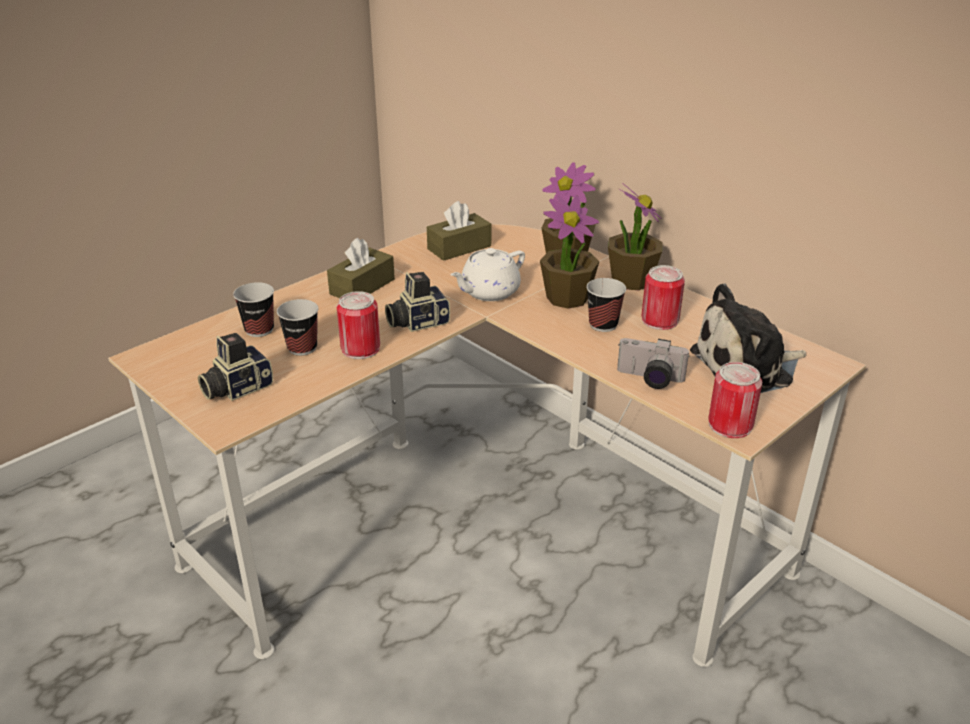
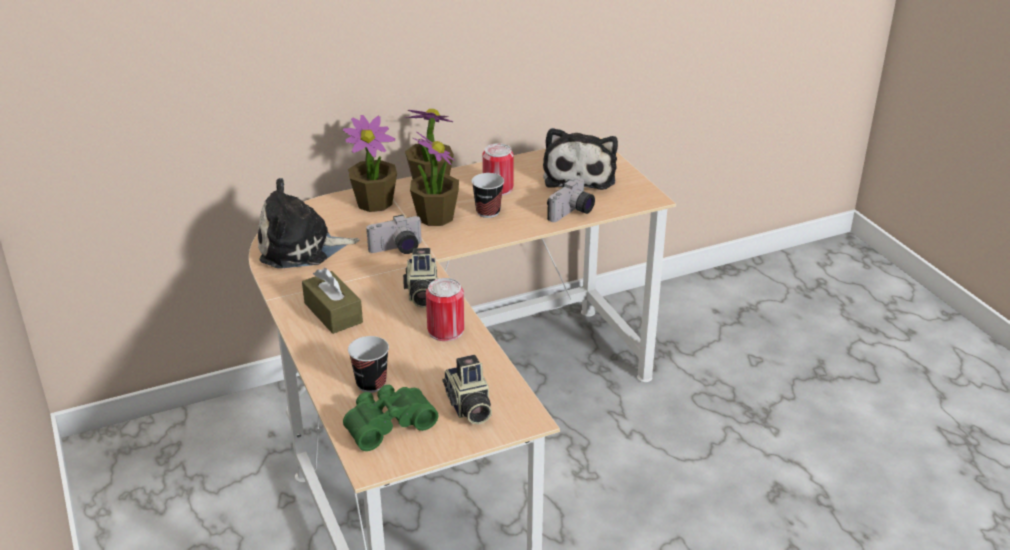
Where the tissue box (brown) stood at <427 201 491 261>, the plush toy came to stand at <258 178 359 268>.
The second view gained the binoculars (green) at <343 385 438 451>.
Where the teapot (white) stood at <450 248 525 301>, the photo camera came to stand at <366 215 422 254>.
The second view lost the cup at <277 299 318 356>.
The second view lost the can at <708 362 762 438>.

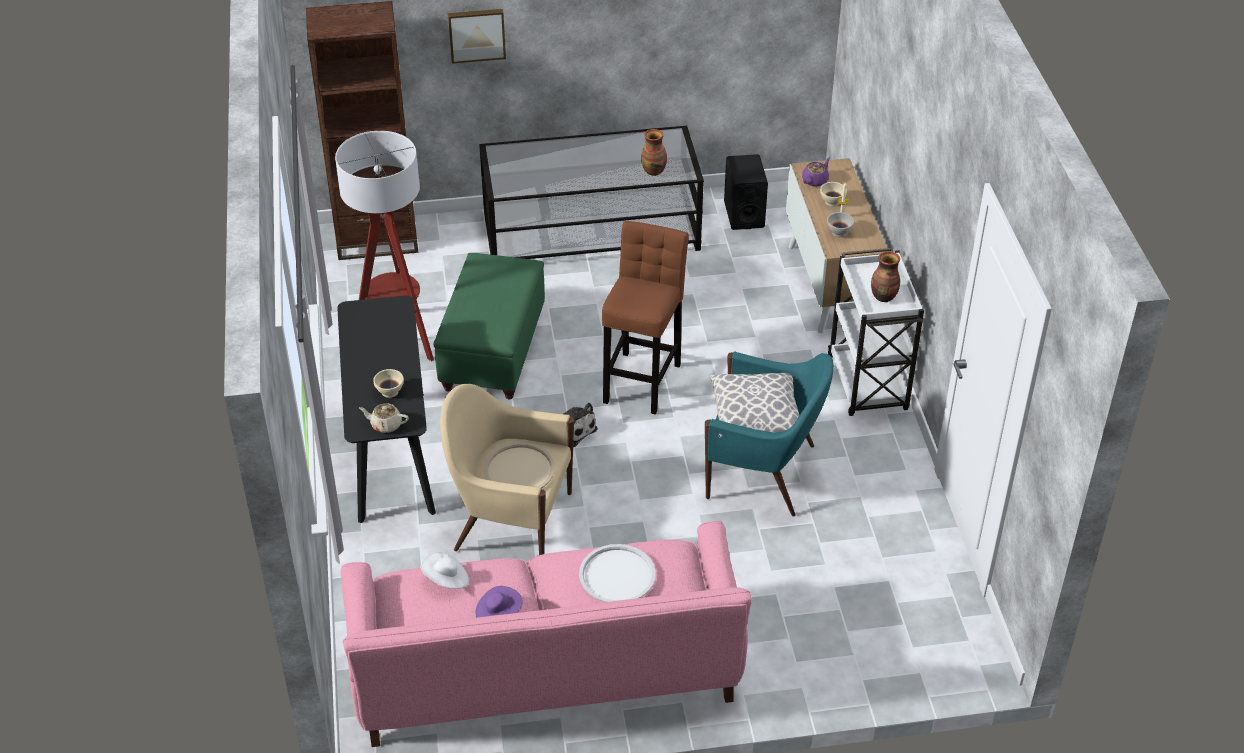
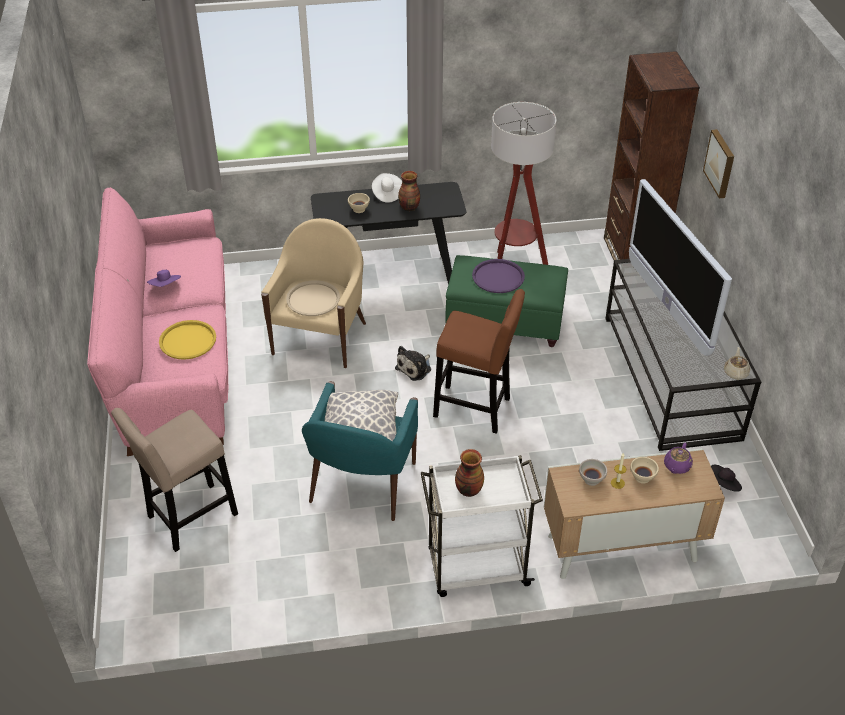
The second view gained the stool (beige) at <111 408 238 552>.
What was the tray (white) at <579 544 656 602> turned into the tray (yellow) at <159 320 216 360>.
The hat (white) ended up elsewhere, having gone from <421 552 469 589> to <372 173 402 203>.
The vase ended up elsewhere, having gone from <641 129 667 176> to <398 171 420 211>.
The second view gained the tray (purple) at <472 259 525 293>.
The second view gained the television at <629 179 732 356>.
The teapot (purple) at <802 157 830 187> ended up facing another way, 75 degrees clockwise from before.
Where the speaker (black) stood at <724 154 768 230>, the hat (black) came to stand at <711 464 742 492>.
The teapot (beige) ended up elsewhere, having gone from <359 403 409 433> to <724 347 750 380>.

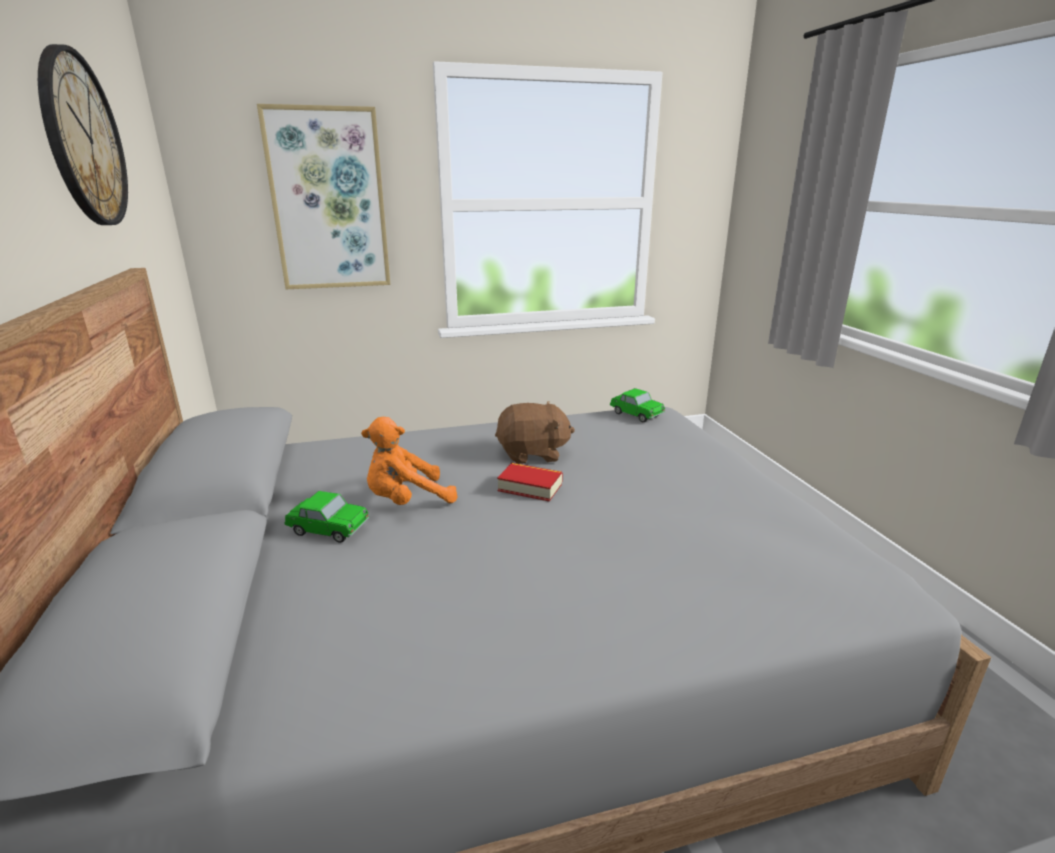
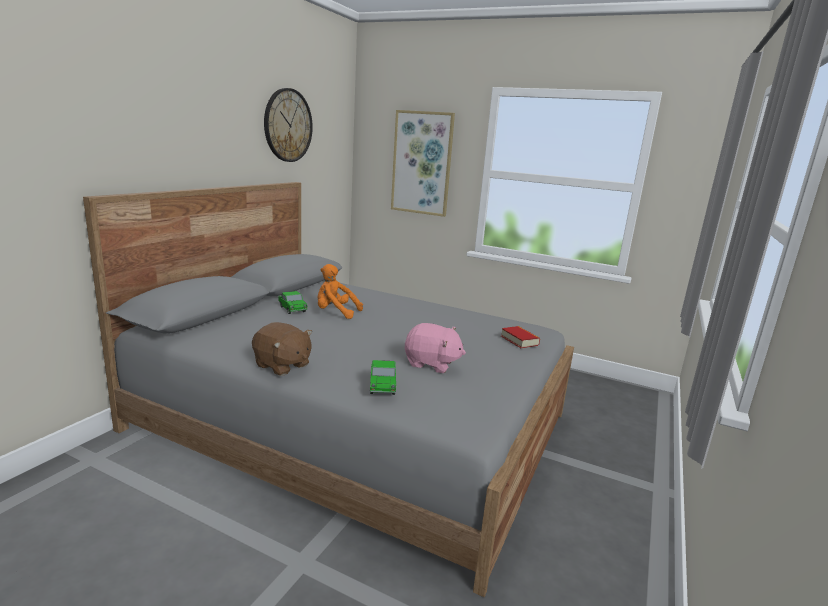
The plush toy (brown) ended up elsewhere, having gone from <495 401 575 464> to <252 322 312 376>.
The toy car ended up elsewhere, having gone from <610 388 665 422> to <370 360 396 395>.
The second view gained the plush toy (pink) at <405 323 466 373>.
The book ended up elsewhere, having gone from <497 463 563 502> to <501 326 540 348>.

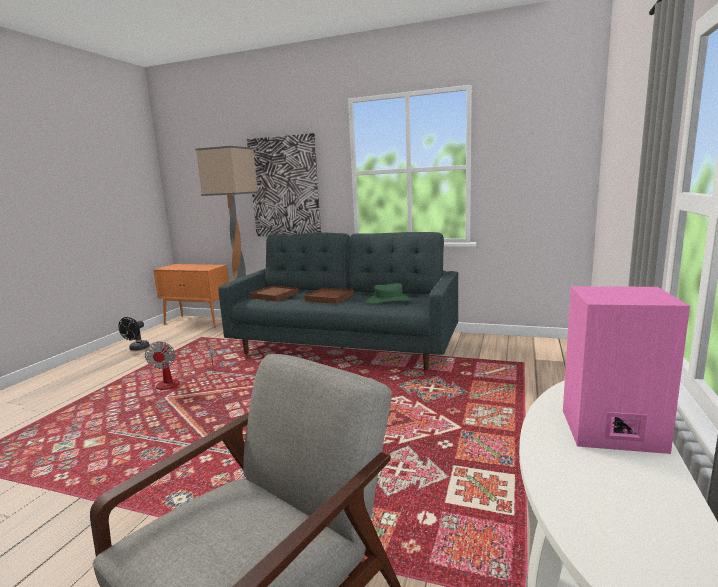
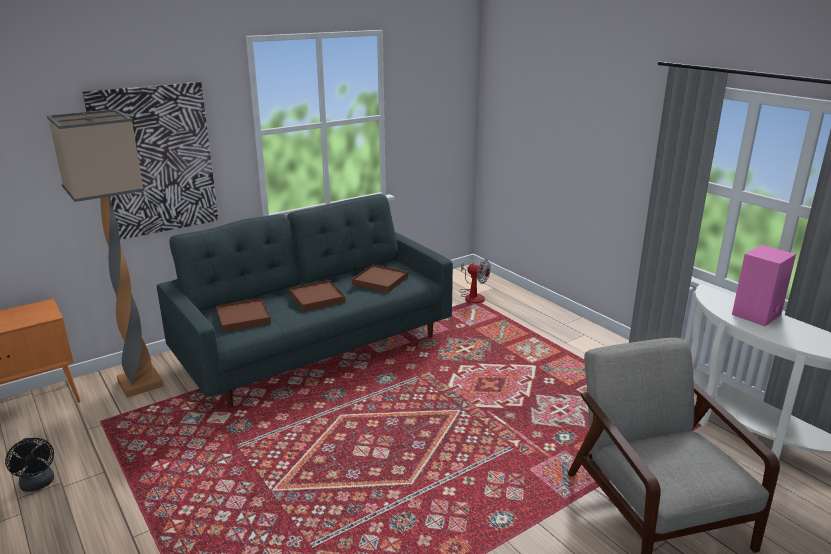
Where the hat (green) stood at <366 283 411 304>, the tray (brown) came to stand at <352 265 408 293>.
The fan ended up elsewhere, having gone from <145 341 215 390> to <459 259 491 303>.

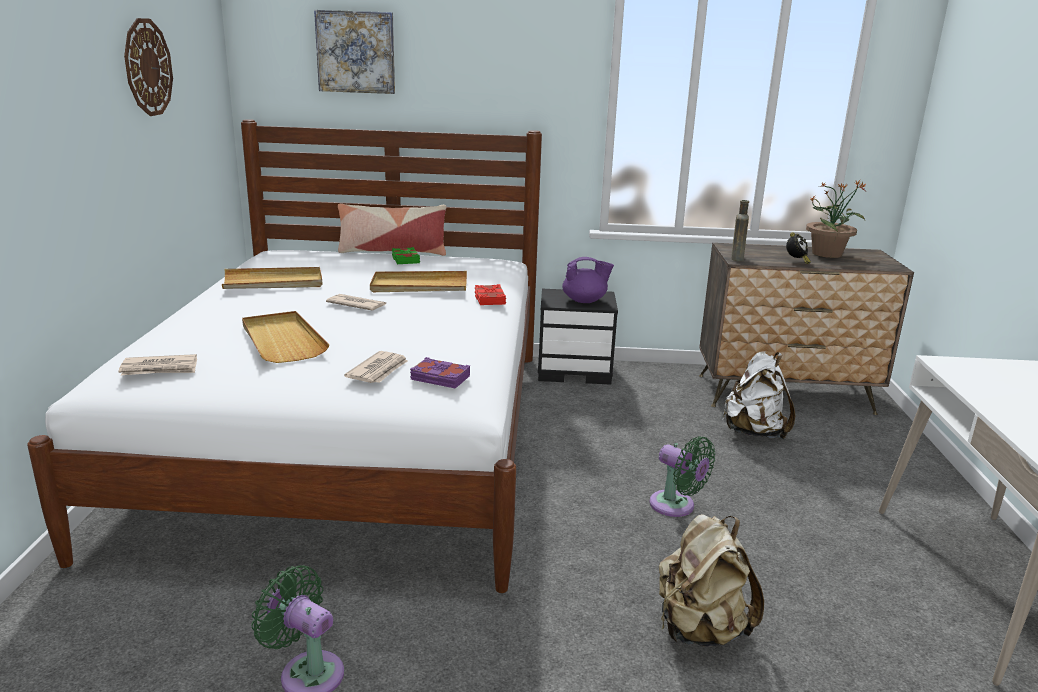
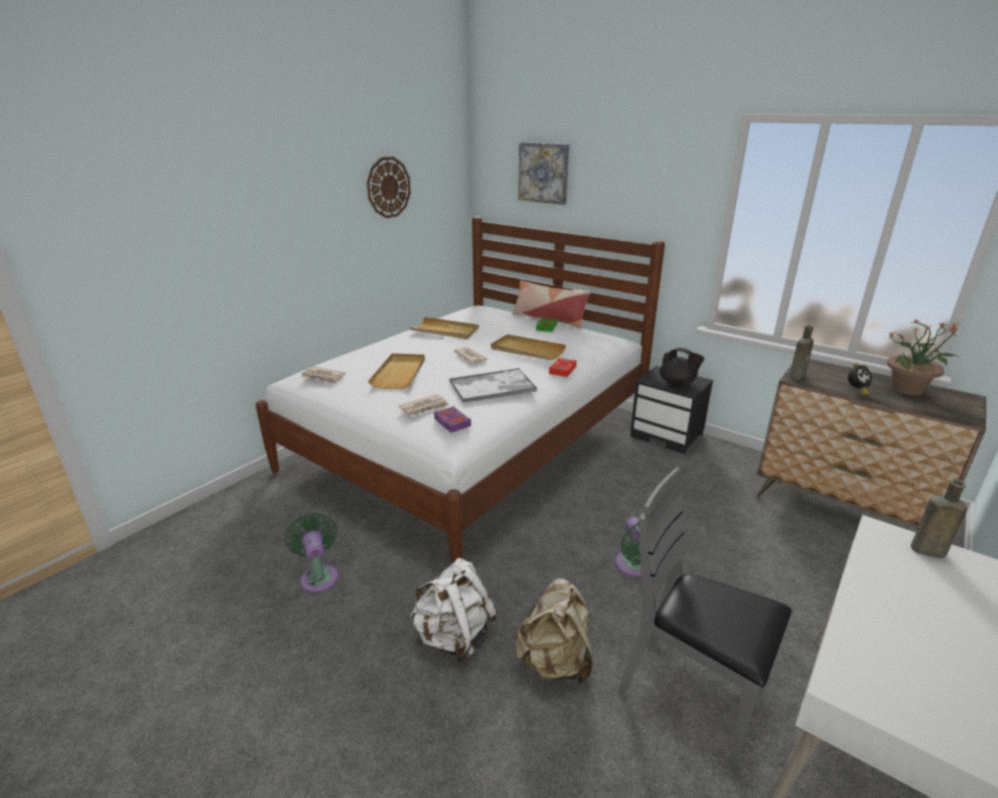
The backpack (white) ended up elsewhere, having gone from <722 352 795 439> to <410 558 498 663>.
The second view gained the tray at <449 368 537 403>.
The second view gained the chair (grey) at <618 468 792 767>.
What was the teapot (purple) at <562 257 614 303> turned into the teapot (black) at <660 348 705 386>.
The second view gained the bottle (brown) at <911 479 968 558>.

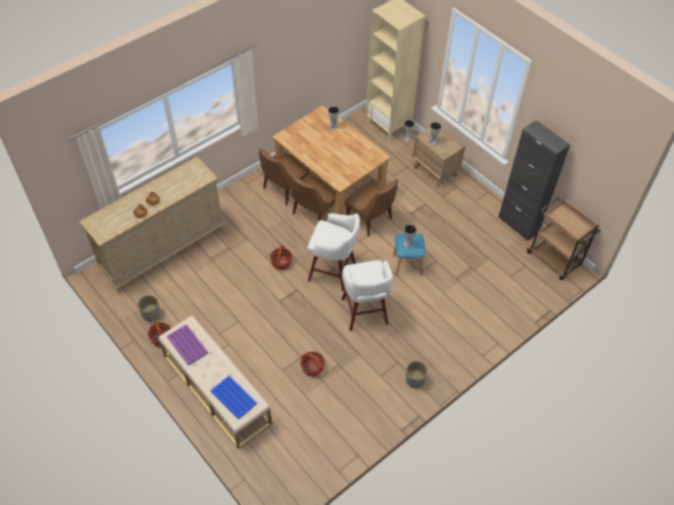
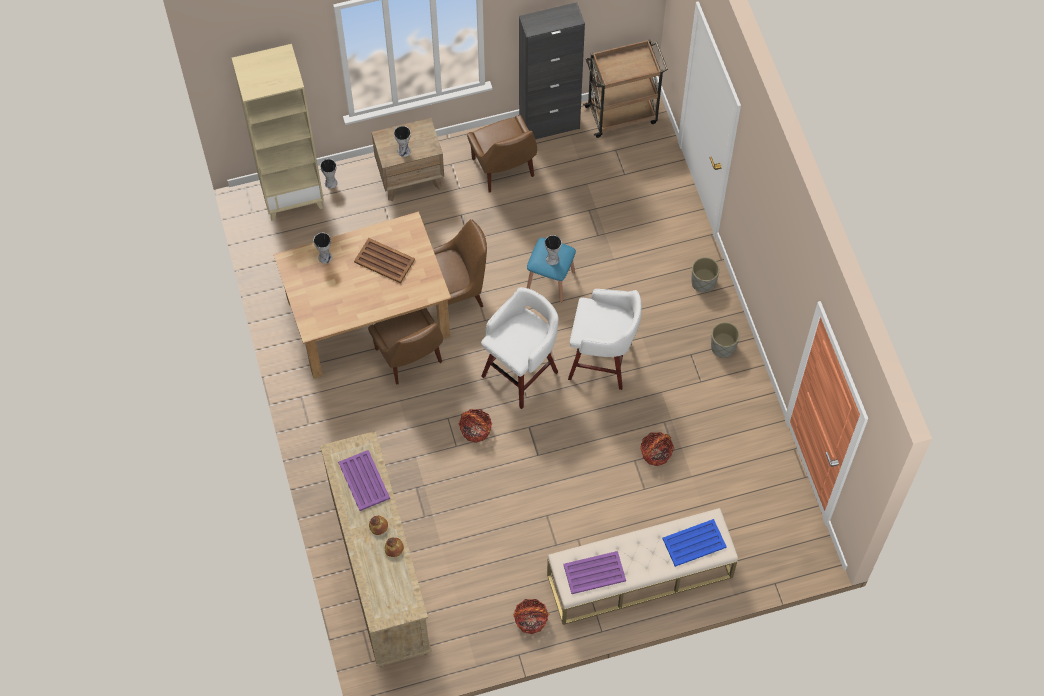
The second view gained the tray (purple) at <338 450 390 511>.
The second view gained the tray (brown) at <354 238 415 283>.
The chair (brown) ended up elsewhere, having gone from <259 148 310 205> to <467 115 537 192>.
The planter (grey) ended up elsewhere, having gone from <138 295 160 322> to <692 257 720 293>.

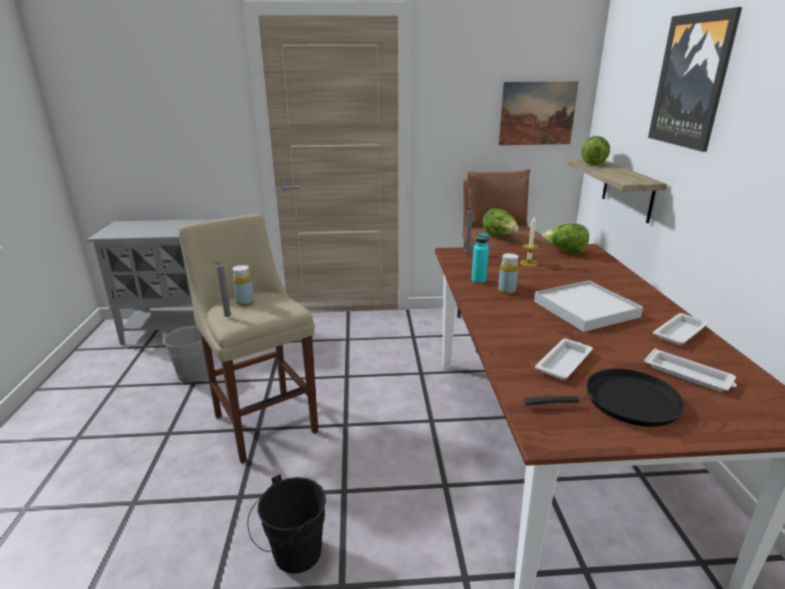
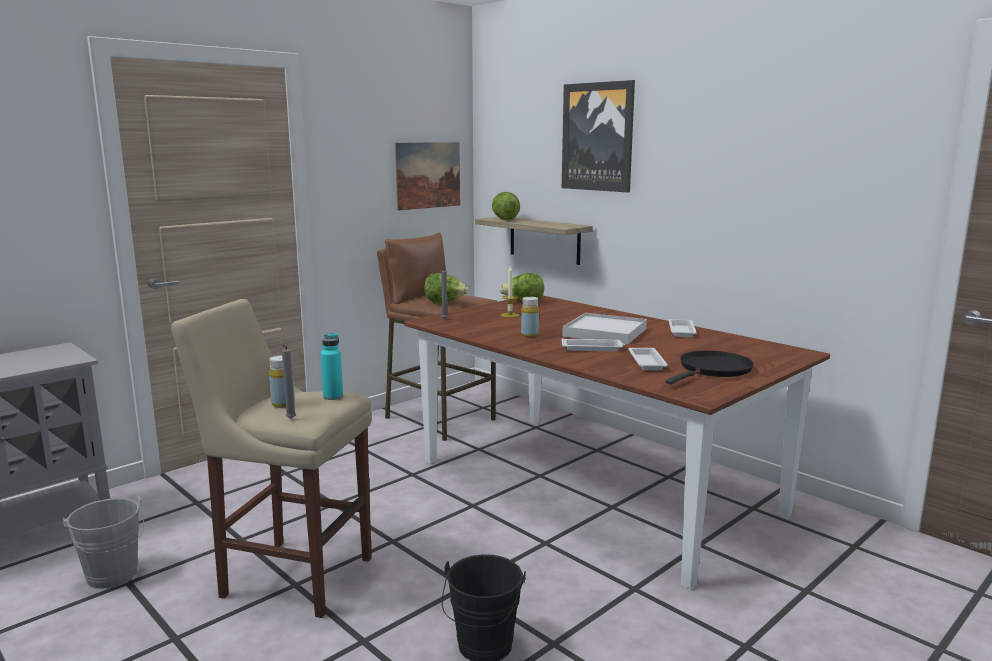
The bottle (turquoise) ended up elsewhere, having gone from <471 233 489 284> to <321 333 343 400>.
The tray (white) ended up elsewhere, having gone from <644 348 737 391> to <561 338 625 351>.

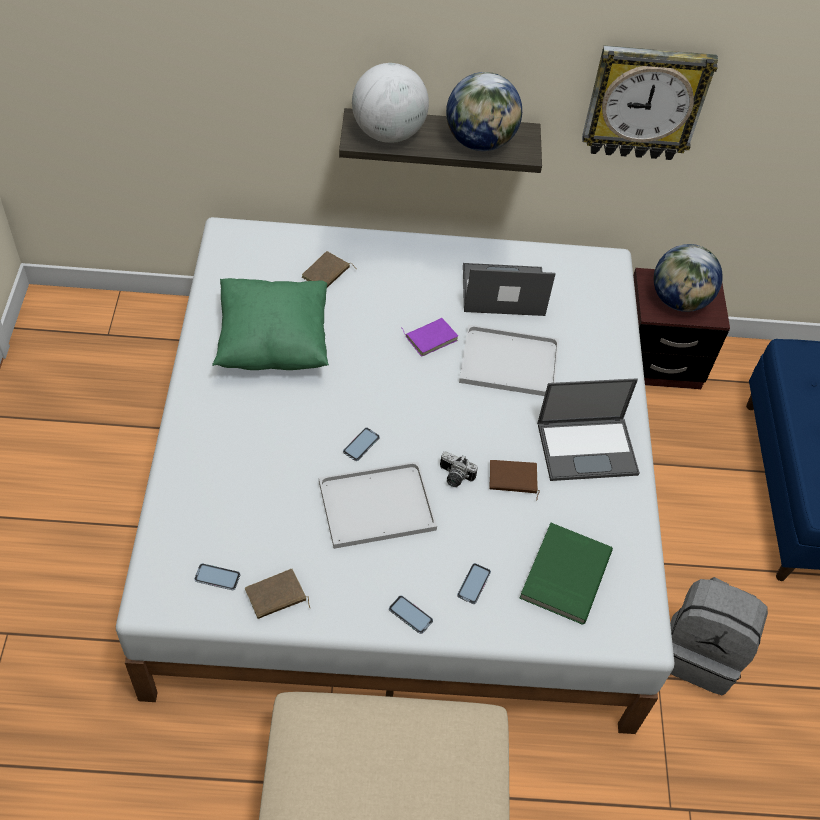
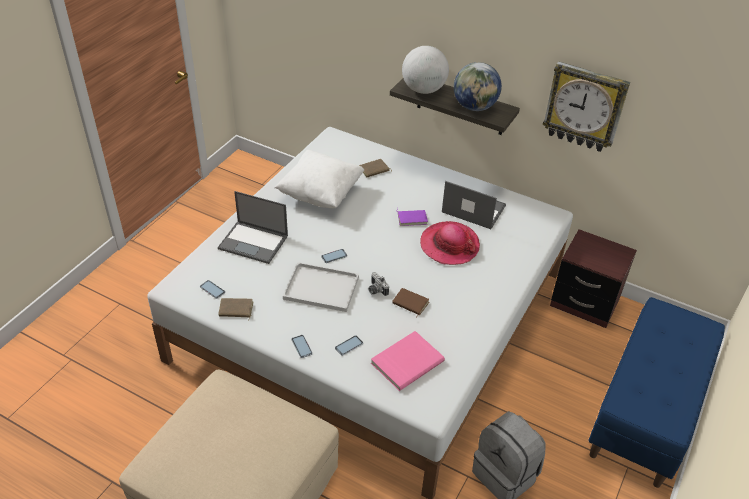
The laptop ended up elsewhere, having gone from <537 378 640 481> to <218 191 288 264>.
What was the pillow (green) at <212 278 329 370> turned into the pillow (white) at <274 150 365 208>.
What was the book (green) at <520 523 613 625> turned into the book (pink) at <371 331 445 391>.
Where the tray (white) stood at <459 325 559 396>, the hat came to stand at <420 221 480 265>.
The second view lost the globe at <654 244 723 312>.

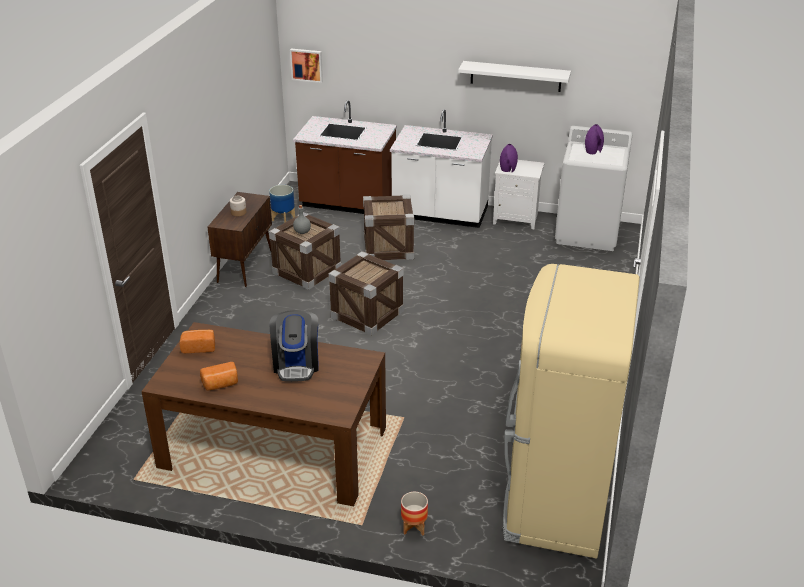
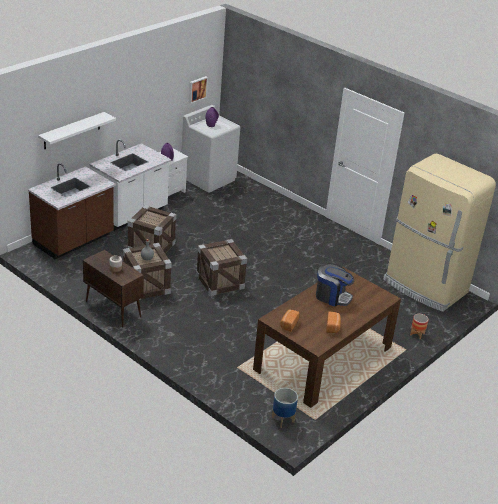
The shelf (white) ended up elsewhere, having gone from <458 61 571 92> to <38 112 116 149>.
The picture ended up elsewhere, having gone from <290 49 323 83> to <189 76 208 104>.
The planter ended up elsewhere, having gone from <269 185 295 223> to <272 388 298 428>.

